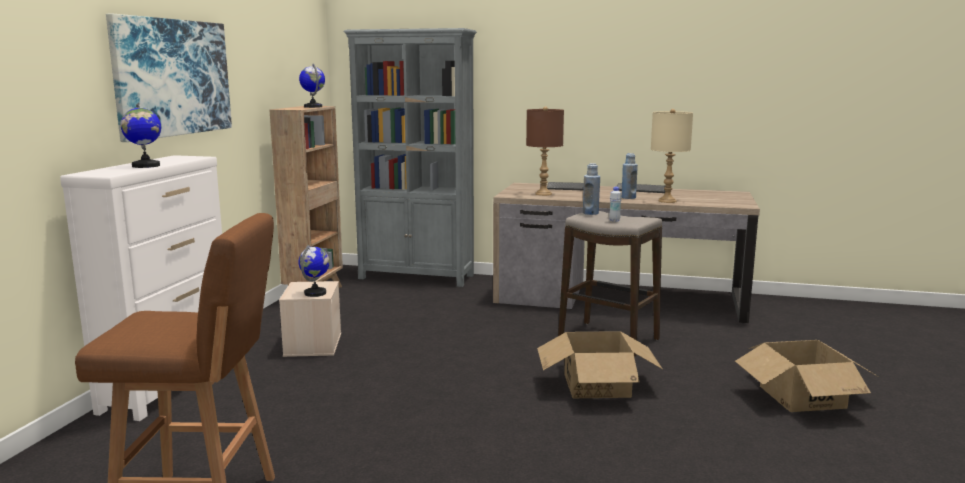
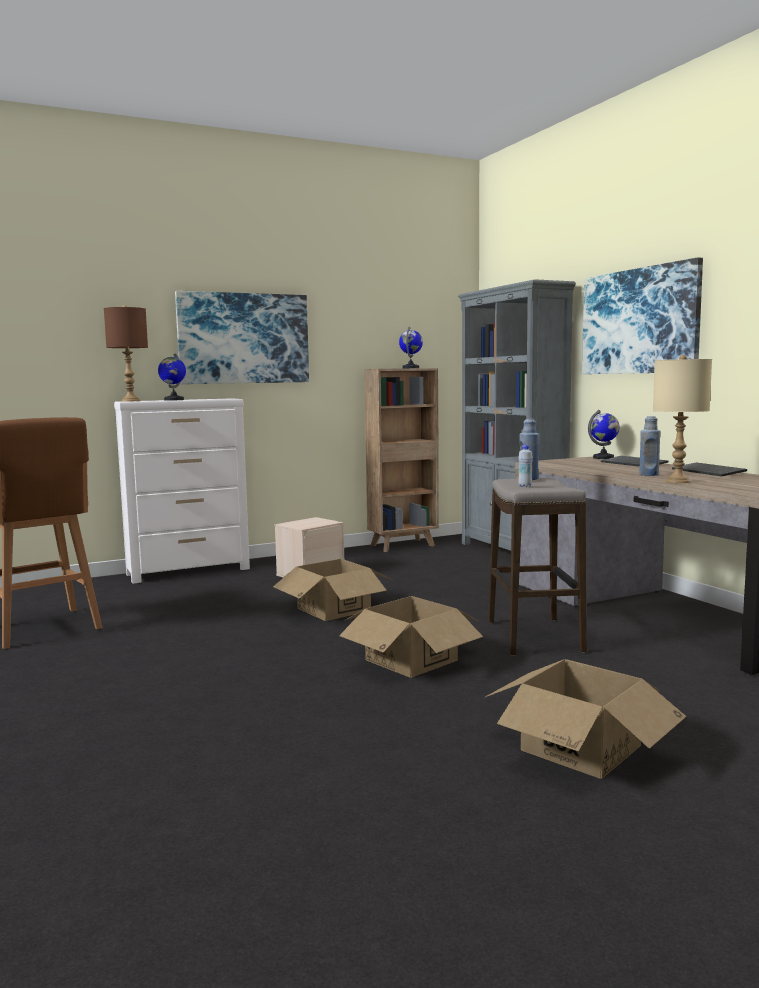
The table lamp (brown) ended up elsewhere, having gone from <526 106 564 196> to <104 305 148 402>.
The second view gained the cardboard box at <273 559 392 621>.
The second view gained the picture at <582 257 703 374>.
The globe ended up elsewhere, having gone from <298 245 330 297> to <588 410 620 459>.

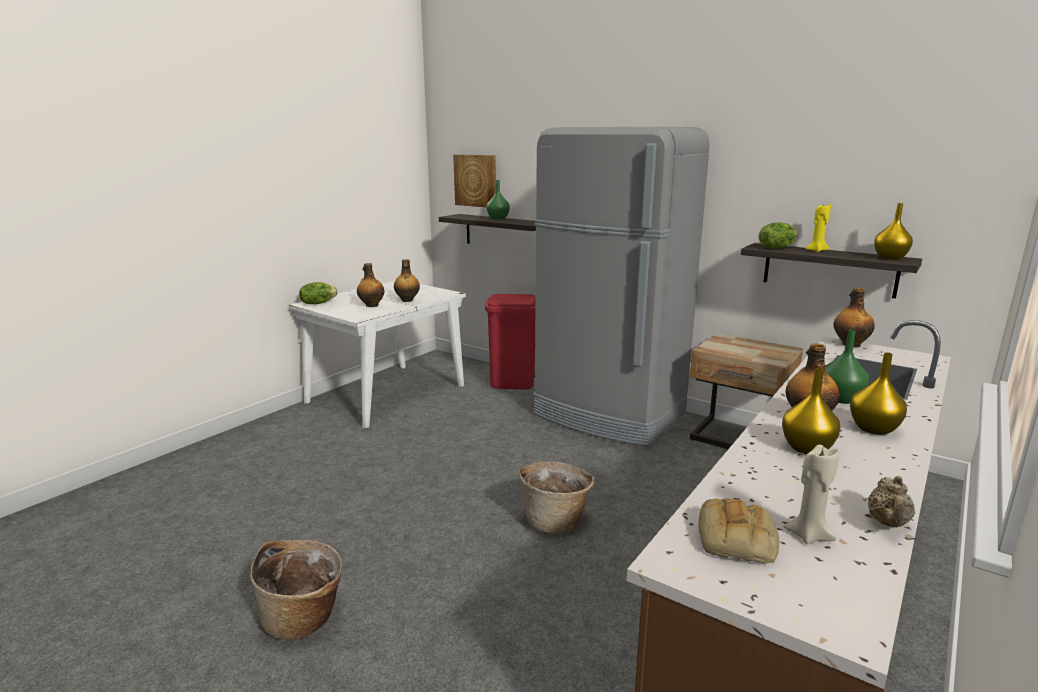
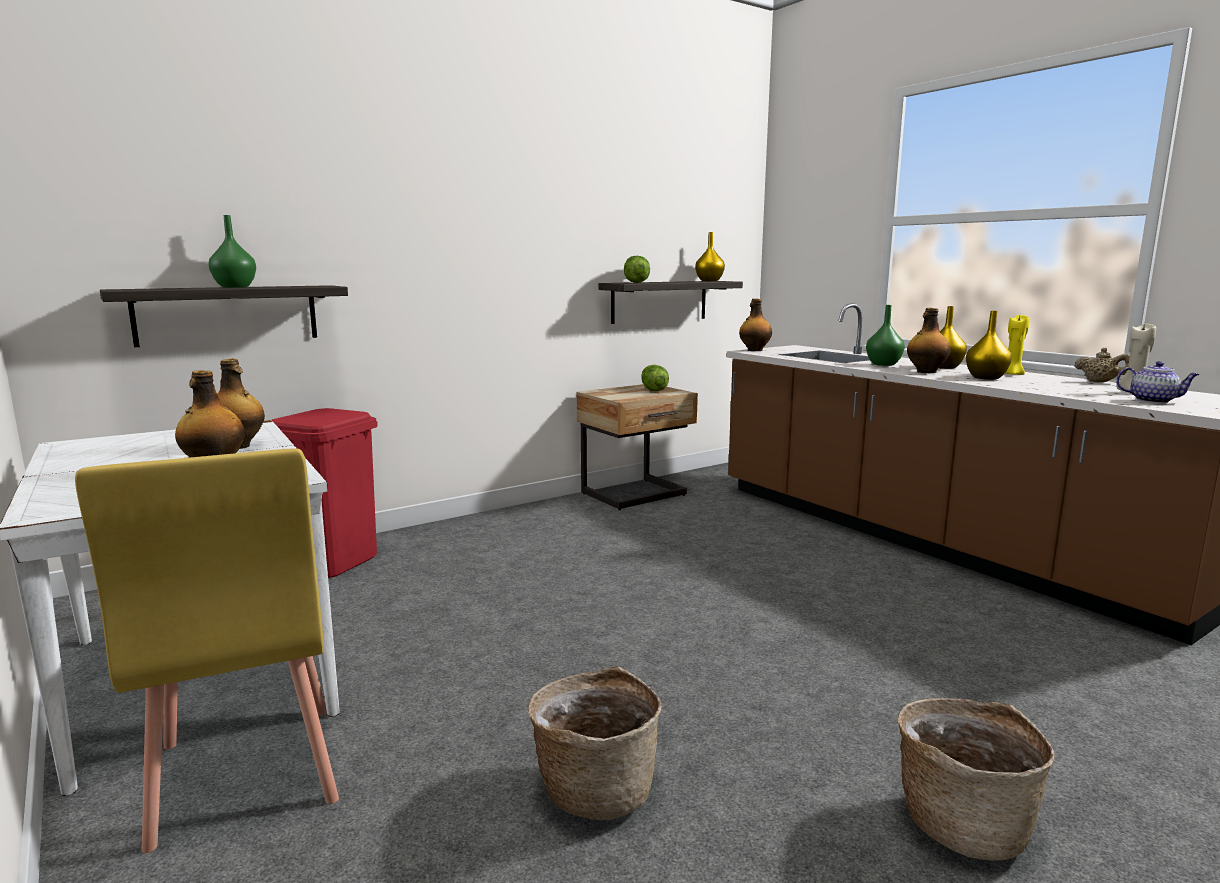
The second view gained the chair (yellow) at <75 448 339 853>.
The basket ended up elsewhere, having gone from <518 461 595 534> to <528 666 662 820>.
The lettuce ended up elsewhere, having gone from <299 282 338 304> to <641 365 669 391>.
The candle (yellow) ended up elsewhere, having gone from <805 203 831 252> to <1004 315 1030 375>.
Where the bread stood at <698 498 779 563>, the teapot came to stand at <1116 361 1199 403>.
The second view lost the picture at <453 154 496 207>.
The second view lost the fridge (grey) at <533 127 710 447>.

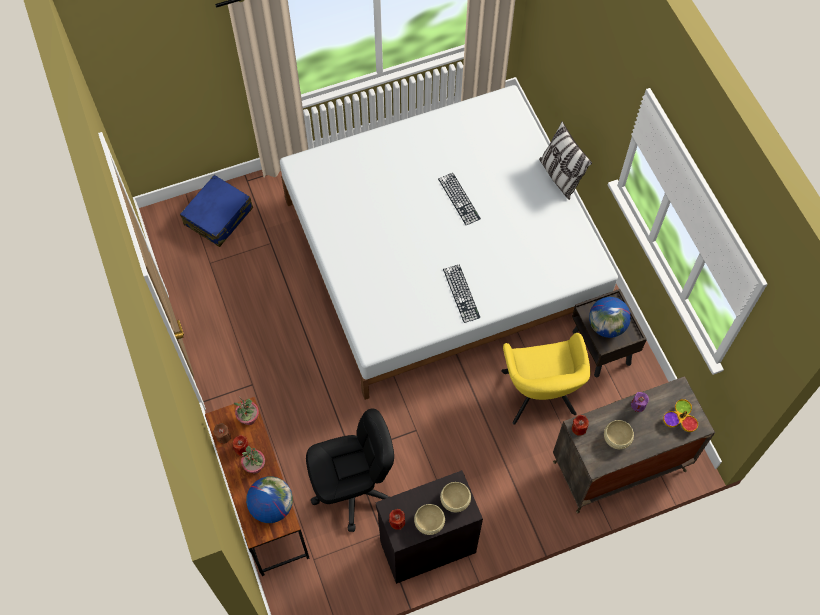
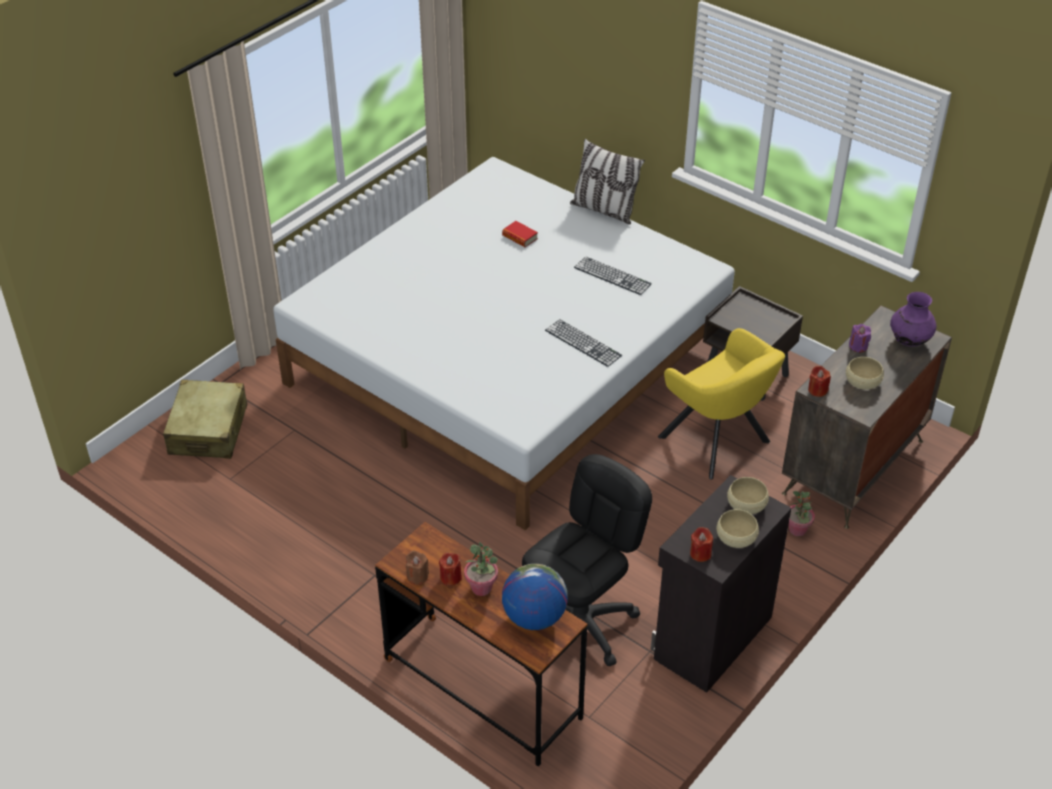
What was the suitcase (blue) at <180 175 253 247> turned into the suitcase (beige) at <163 380 247 459>.
The second view gained the book at <502 221 538 247>.
The keyboard ended up elsewhere, having gone from <438 173 481 225> to <574 256 652 295>.
The potted plant ended up elsewhere, having gone from <233 396 259 425> to <789 491 815 536>.
Where the bowl stood at <663 399 698 432>, the vase (purple) came to stand at <890 292 936 347>.
The second view lost the globe at <589 297 631 338>.

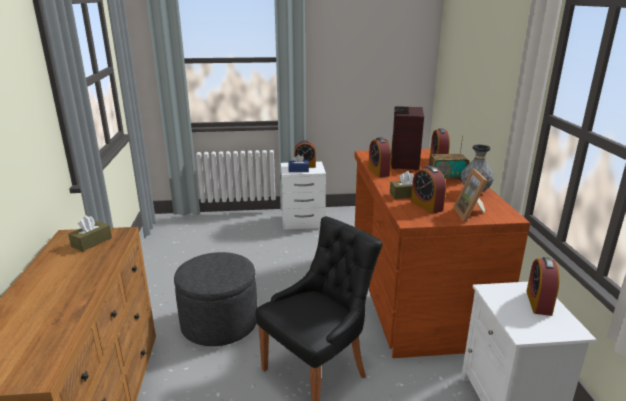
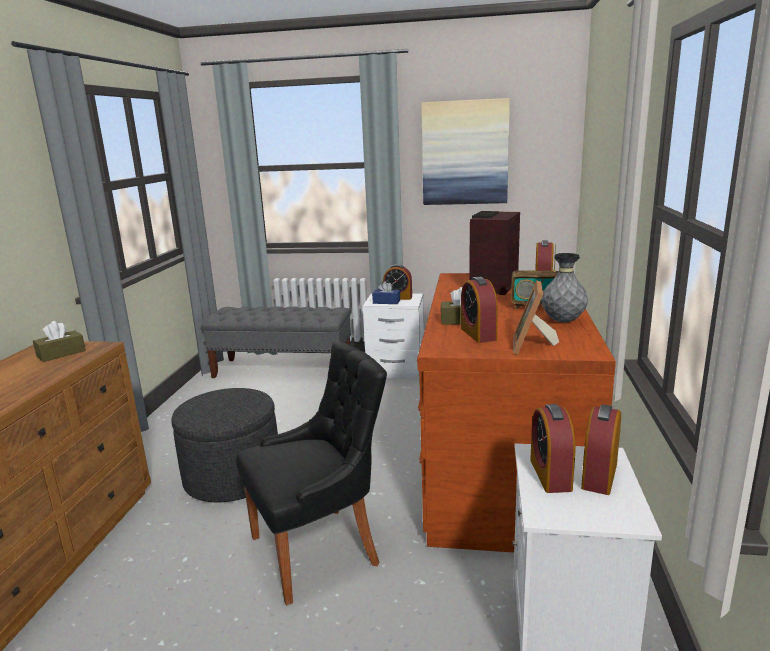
The second view gained the bench (grey) at <201 306 351 378>.
The second view gained the picture at <421 98 510 205>.
The alarm clock ended up elsewhere, having gone from <368 137 391 177> to <530 404 576 493>.

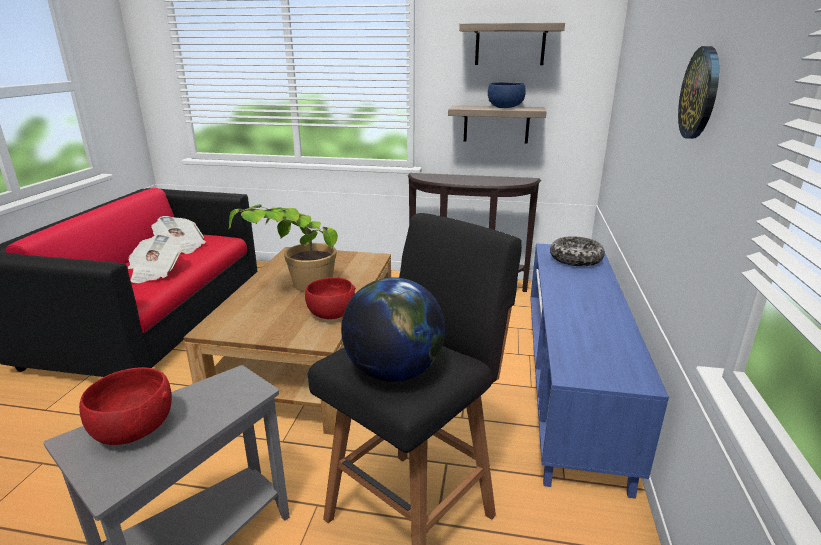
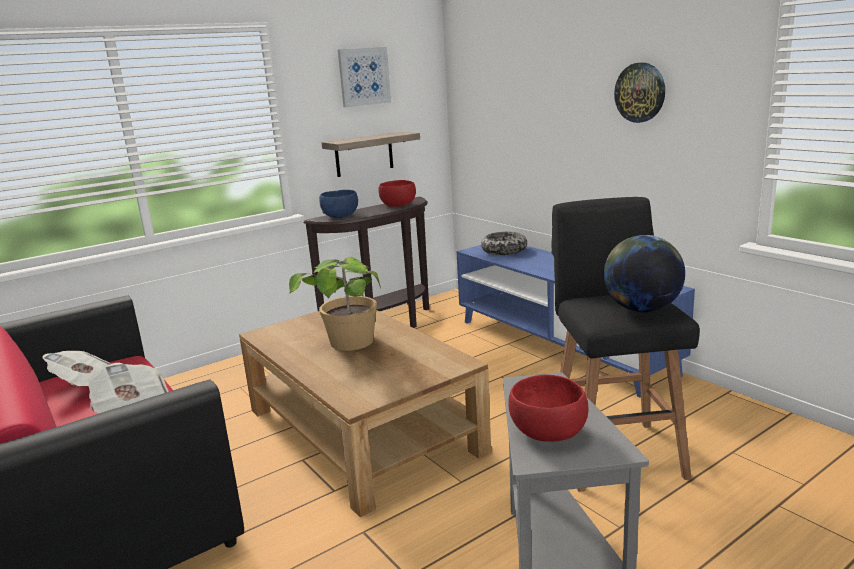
The bowl (blue) ended up elsewhere, having gone from <488 82 526 108> to <319 190 358 218>.
Where the shelf hung at <459 23 565 65>, the picture came to hang at <338 47 391 107>.
The bowl (red) ended up elsewhere, having gone from <305 277 356 319> to <378 180 416 207>.

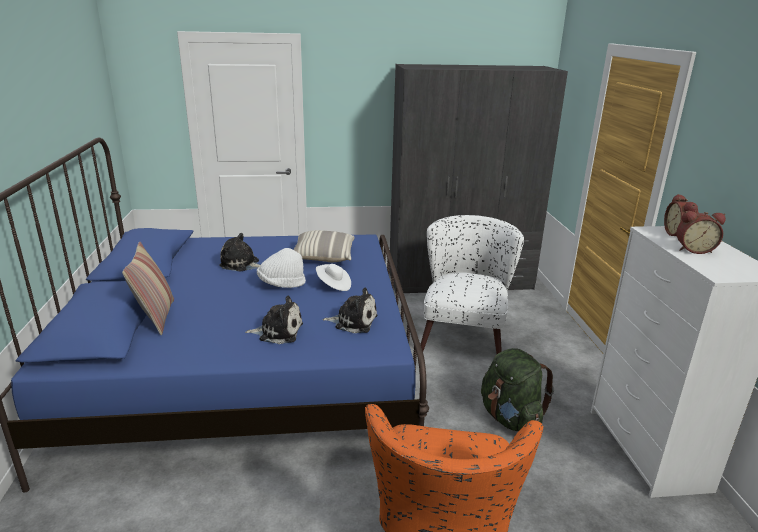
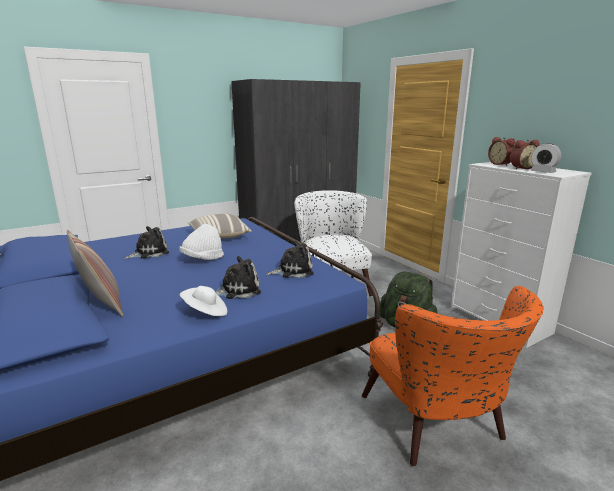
The plush toy at <220 233 260 272> ended up facing another way, 150 degrees clockwise from before.
The hat (white) ended up elsewhere, having gone from <316 264 351 291> to <180 286 227 316>.
The second view gained the alarm clock at <530 143 561 173>.

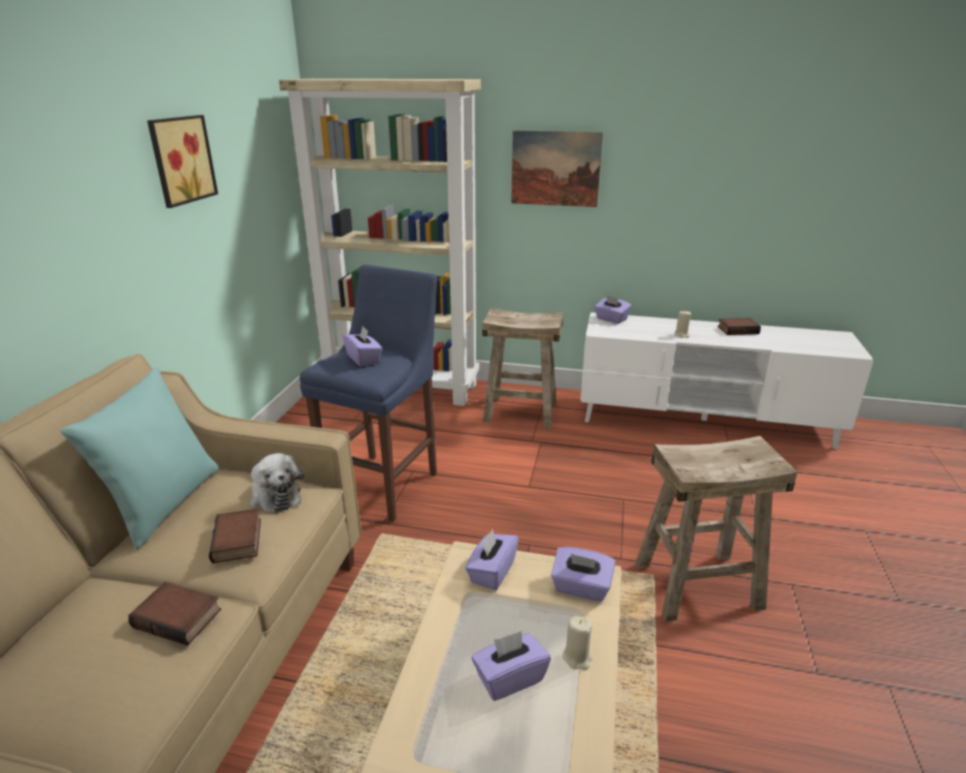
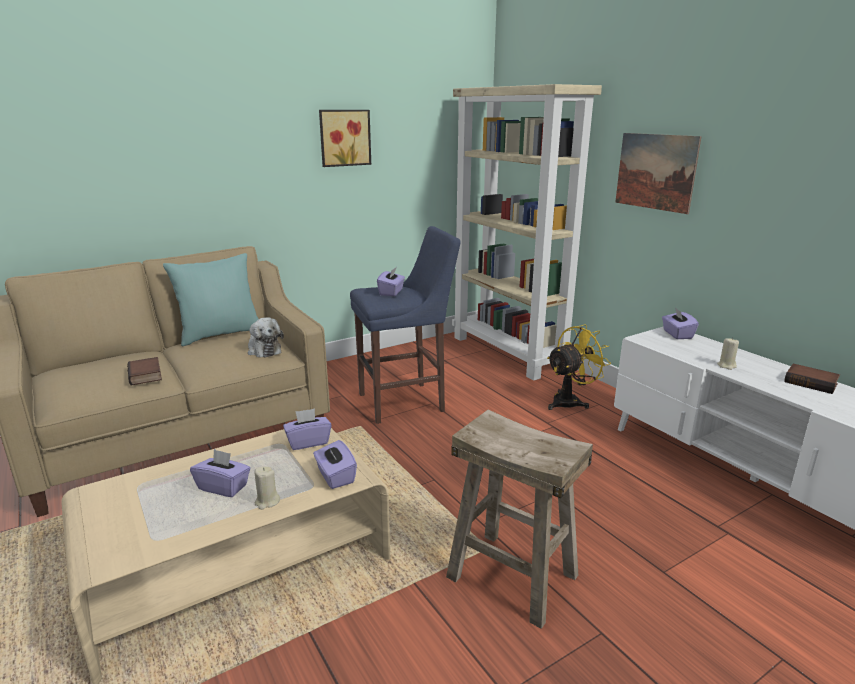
The plush toy at <250 453 304 513> ended up facing another way, 45 degrees counterclockwise from before.
Where the stool (beige) stood at <482 308 563 429>, the fan (yellow) came to stand at <547 324 611 410>.
The second view lost the book at <209 509 261 563>.

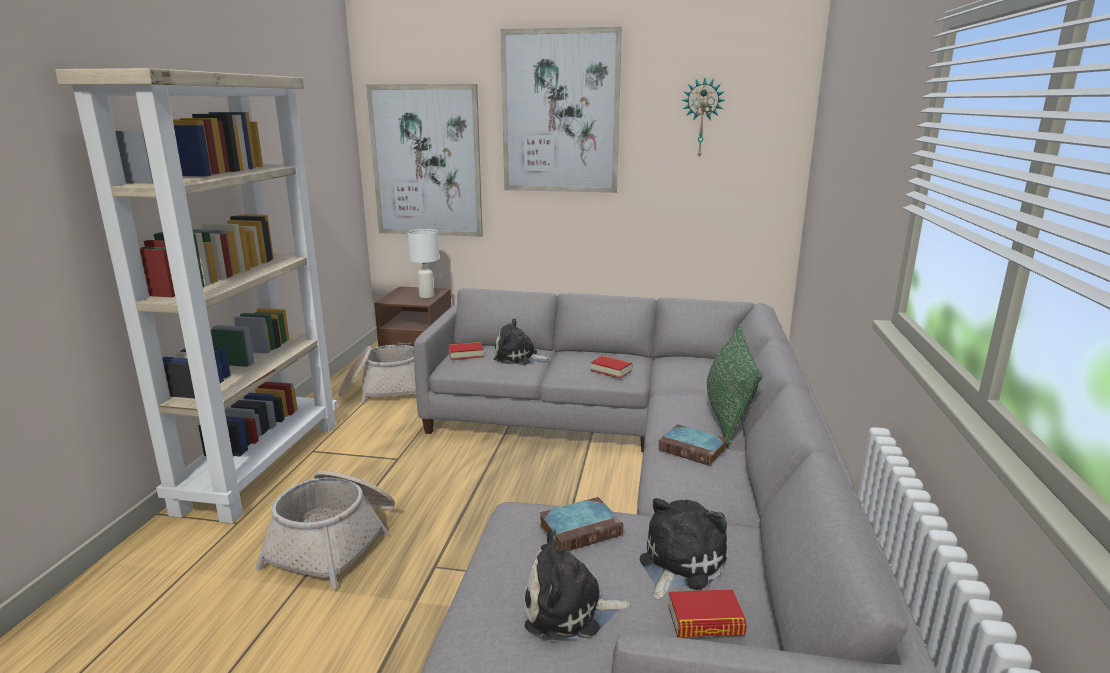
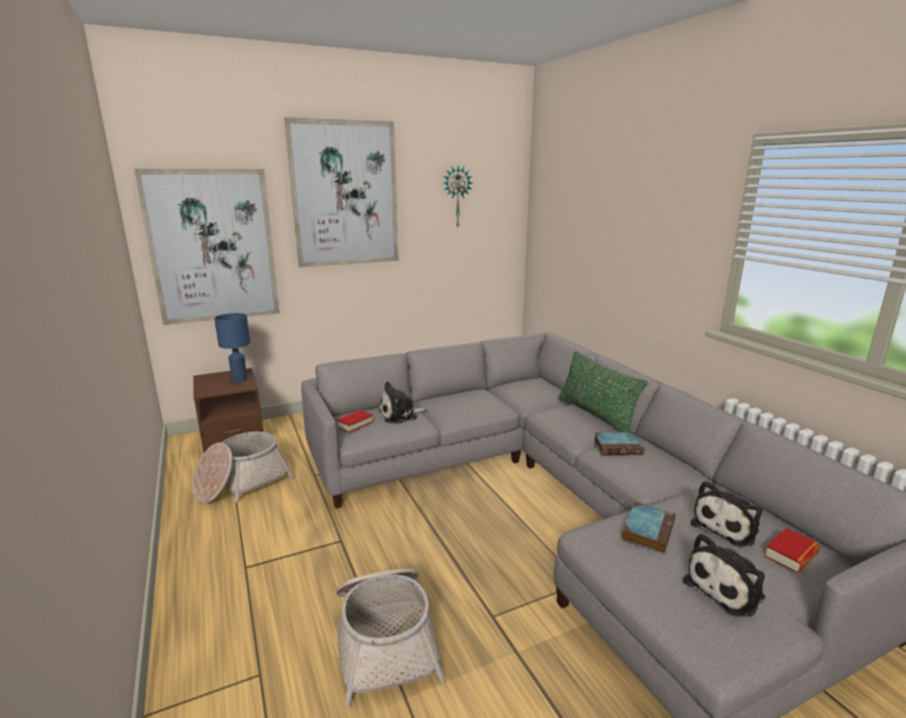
What was the table lamp (white) at <407 229 439 298> turned into the table lamp (blue) at <214 313 250 382>.
The plush toy at <640 498 727 600> ended up facing another way, 135 degrees counterclockwise from before.
The second view lost the bookcase (beige) at <55 68 338 523>.
The second view lost the book at <591 356 632 379>.

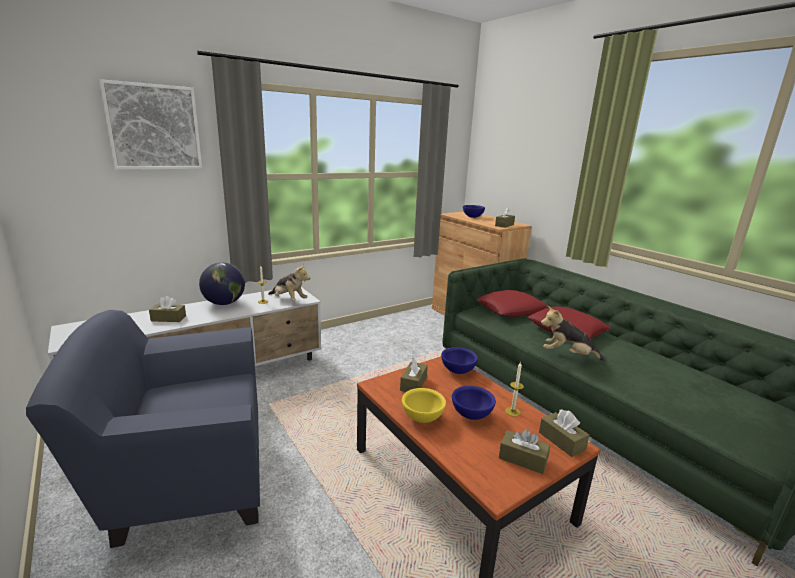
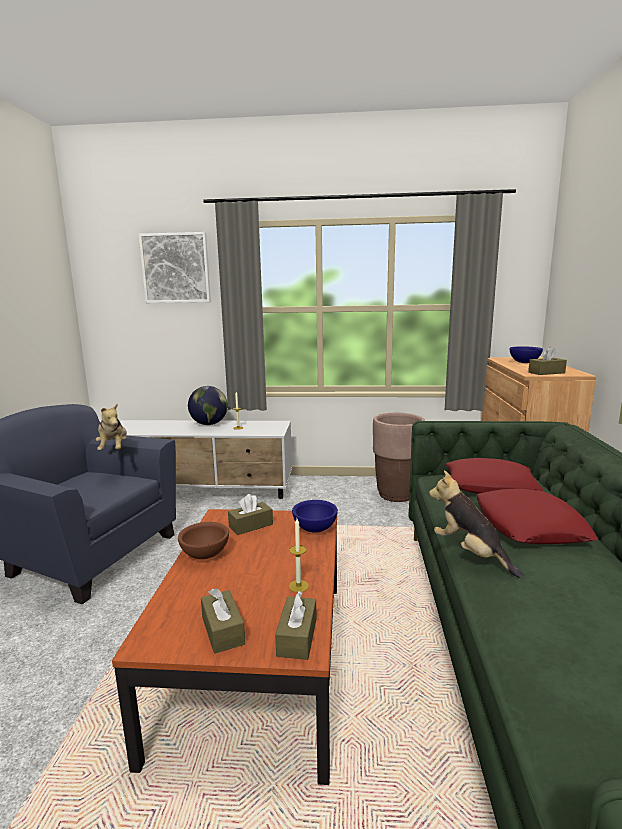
The plush toy ended up elsewhere, having gone from <268 263 311 301> to <96 404 127 450>.
What was the bowl (yellow) at <402 388 446 423> turned into the bowl (brown) at <178 522 229 559>.
The second view gained the planter (brown) at <373 413 425 502>.
The second view lost the tissue box (brown) at <149 296 186 322>.
The second view lost the bowl (blue) at <452 386 496 420>.

